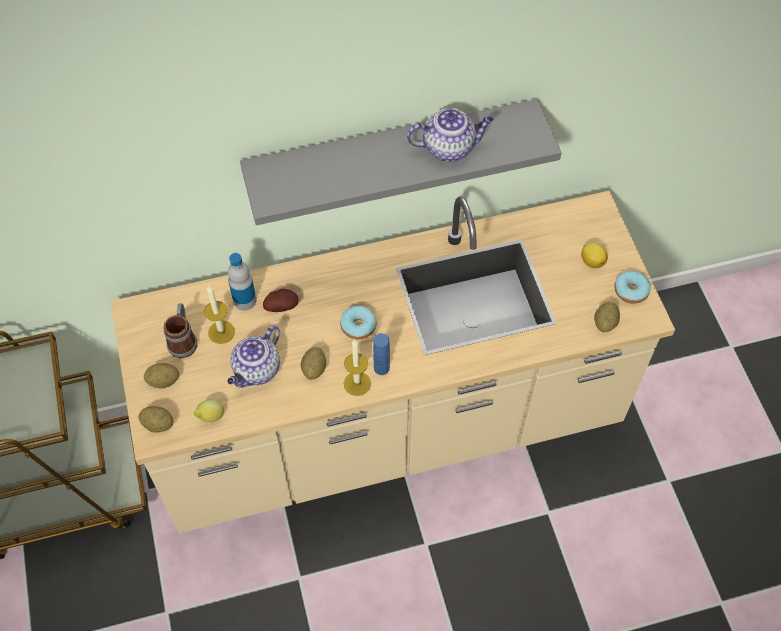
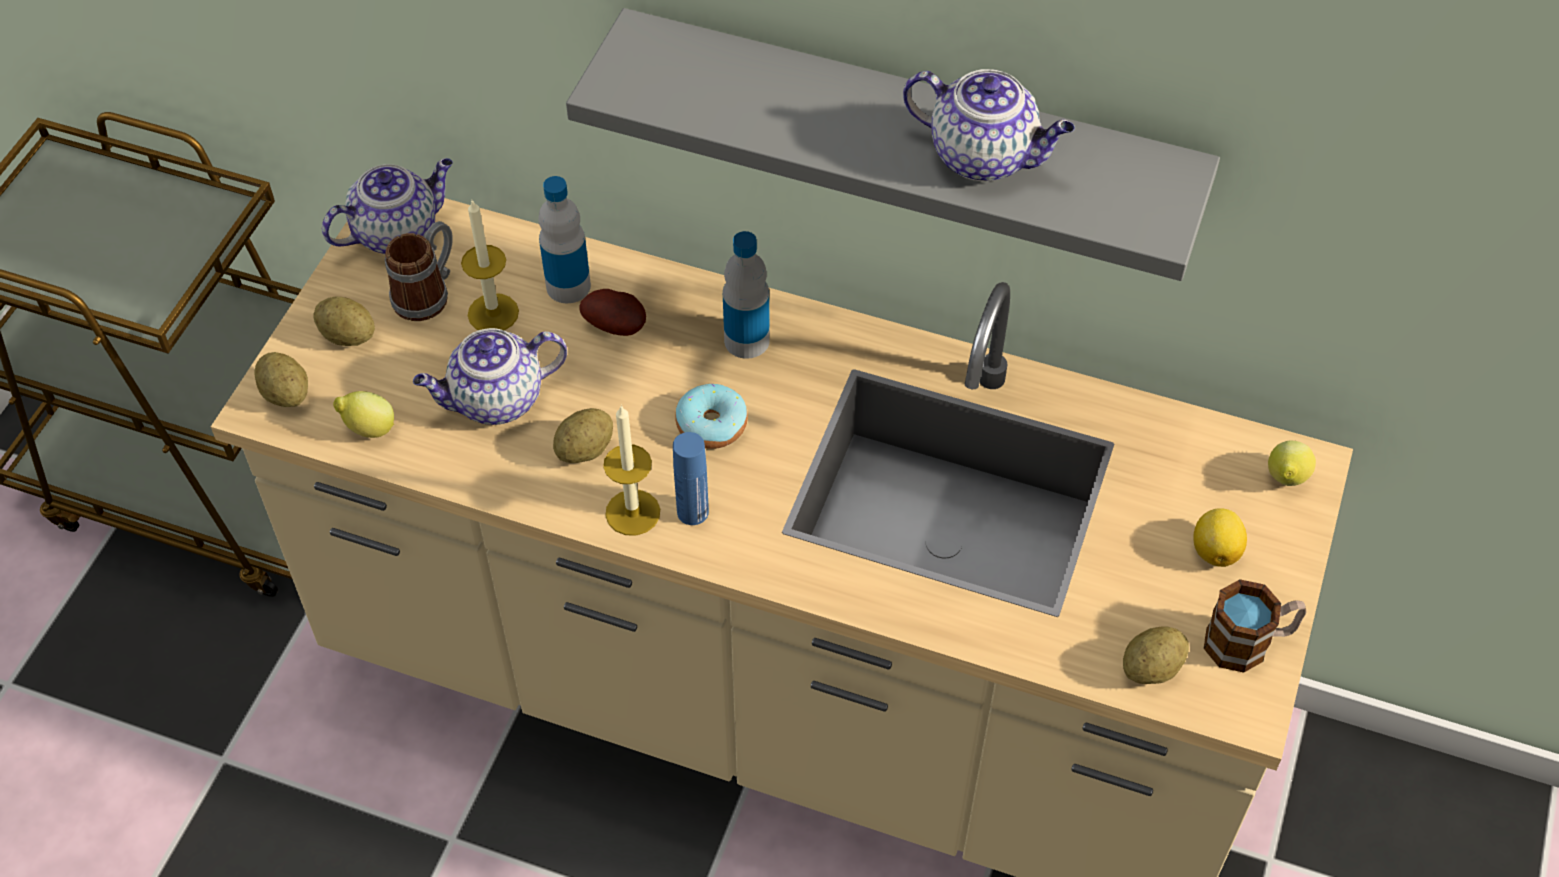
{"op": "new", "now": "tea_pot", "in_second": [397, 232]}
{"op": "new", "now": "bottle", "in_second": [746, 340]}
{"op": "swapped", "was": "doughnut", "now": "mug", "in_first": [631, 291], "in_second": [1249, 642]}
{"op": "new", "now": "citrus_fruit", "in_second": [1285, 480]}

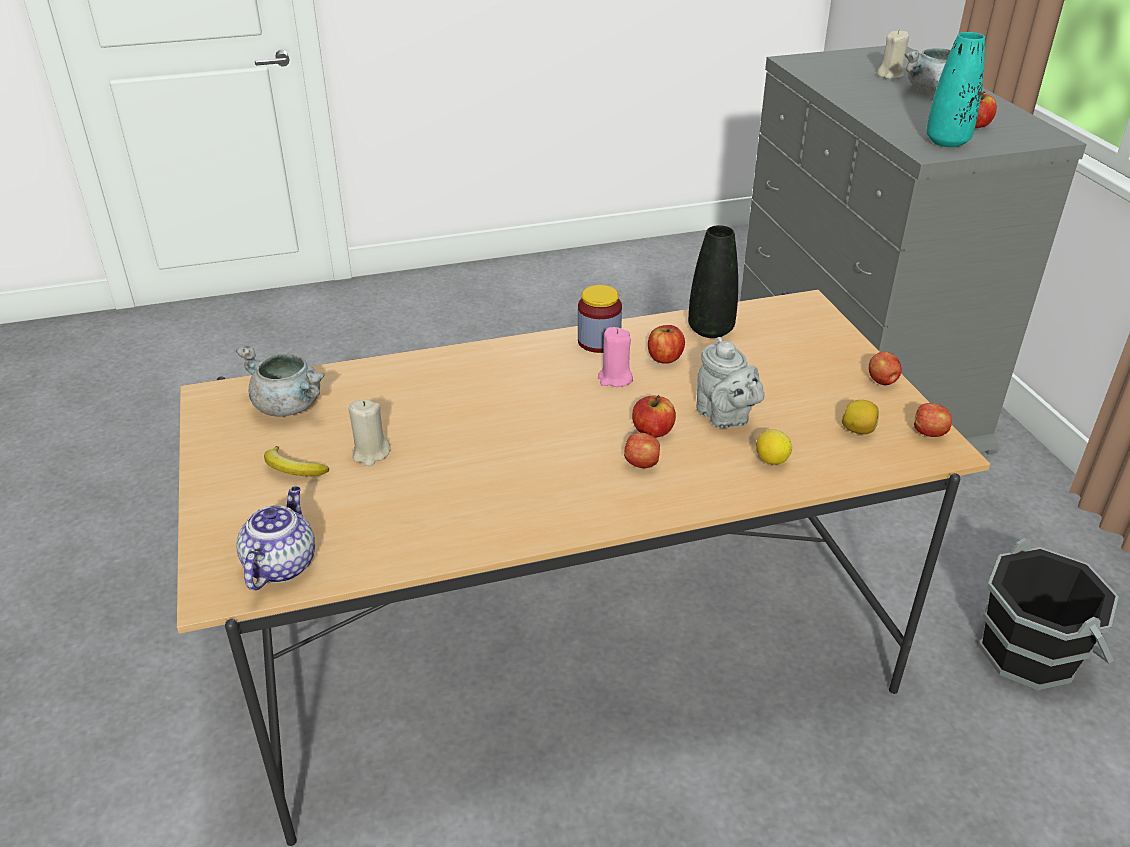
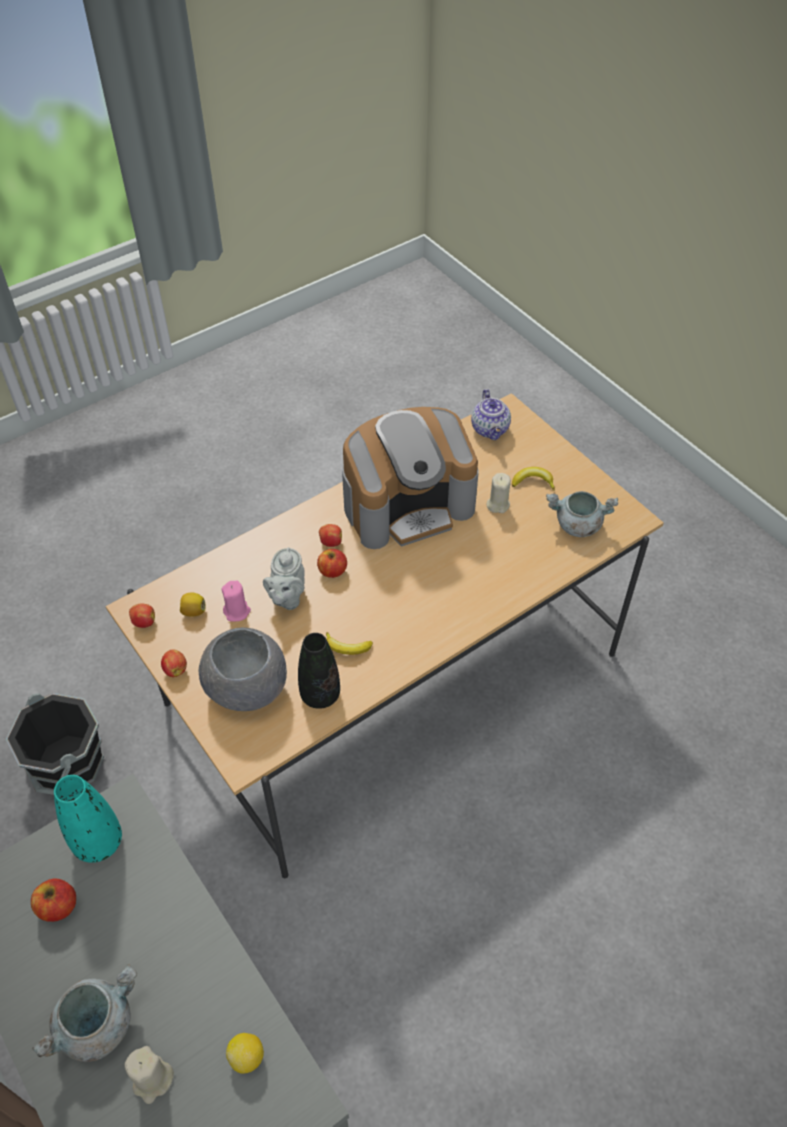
{"op": "new", "now": "gray_bowl", "in_second": [245, 687]}
{"op": "shifted", "was": "pinkish_wax_candle", "in_first": [615, 378], "in_second": [237, 611]}
{"op": "shifted", "was": "citrus_fruit", "in_first": [771, 460], "in_second": [247, 1057]}
{"op": "rotated", "was": "gray_tea_pot", "in_first": [725, 417], "in_second": [287, 597], "clockwise": -120}
{"op": "swapped", "was": "apple", "now": "banana", "in_first": [664, 358], "in_second": [347, 648]}
{"op": "new", "now": "coffee_machine", "in_second": [408, 505]}
{"op": "gone", "was": "preserve_jar", "in_first": [599, 341]}

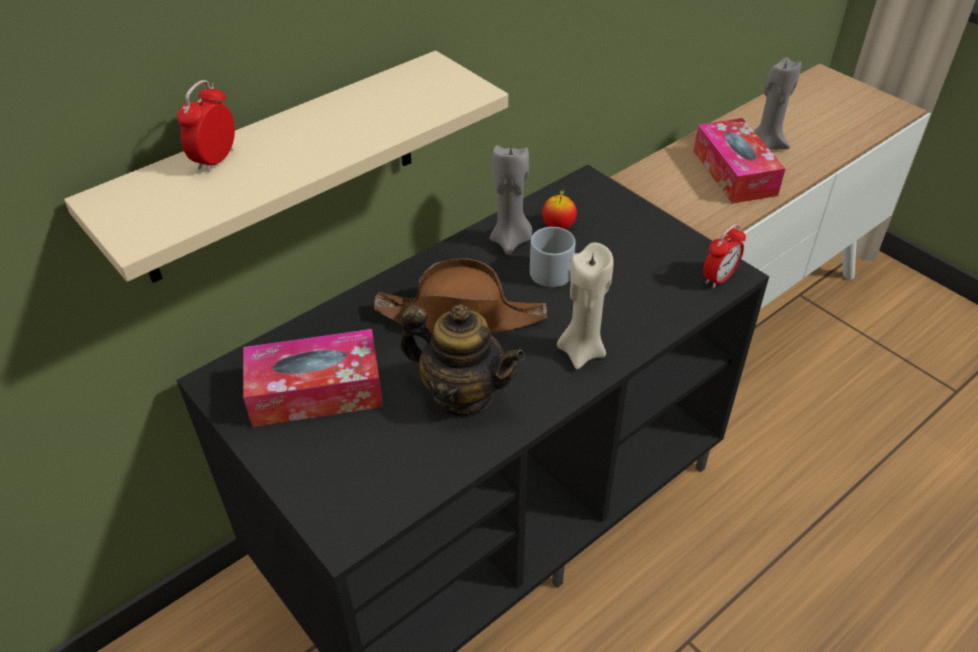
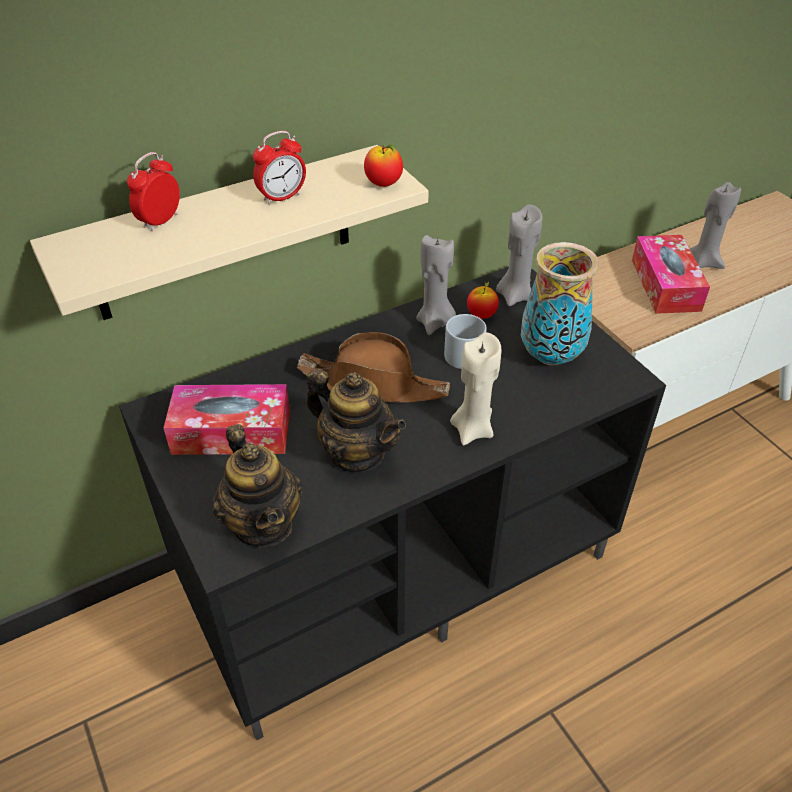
{"op": "new", "now": "tea_pot", "in_second": [263, 524]}
{"op": "shifted", "was": "alarm_clock", "in_first": [719, 278], "in_second": [282, 197]}
{"op": "new", "now": "apple", "in_second": [383, 184]}
{"op": "new", "now": "gray_wax_candle", "in_second": [515, 295]}
{"op": "new", "now": "vase", "in_second": [550, 356]}

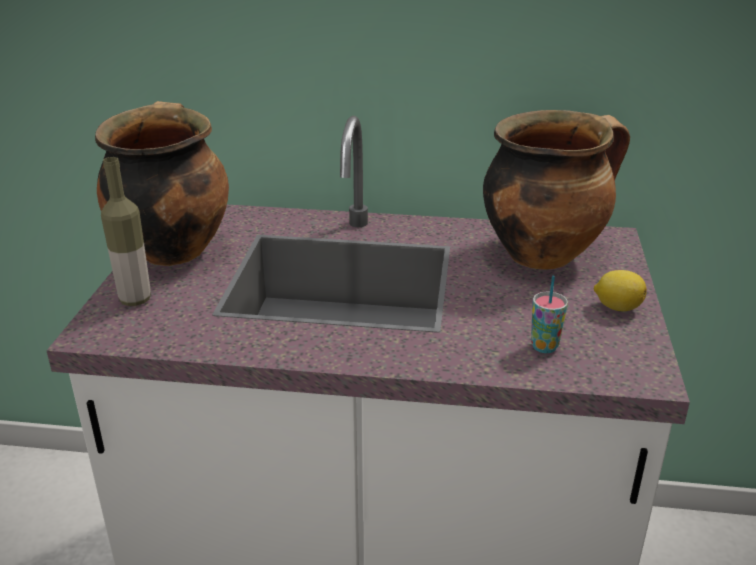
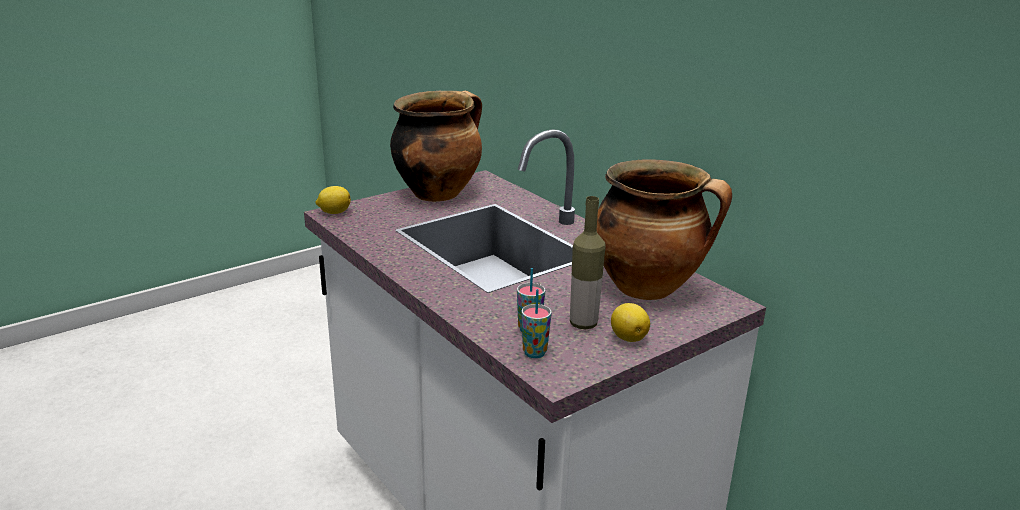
{"op": "new", "now": "citrus_fruit", "in_second": [334, 212]}
{"op": "new", "now": "drinking_cup", "in_second": [534, 353]}
{"op": "shifted", "was": "bottle", "in_first": [135, 299], "in_second": [583, 324]}

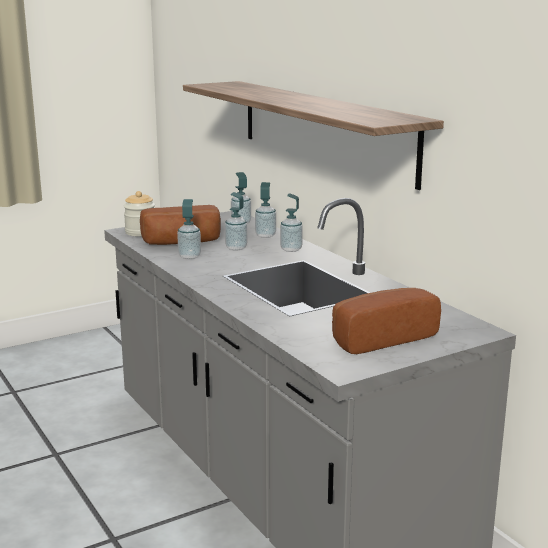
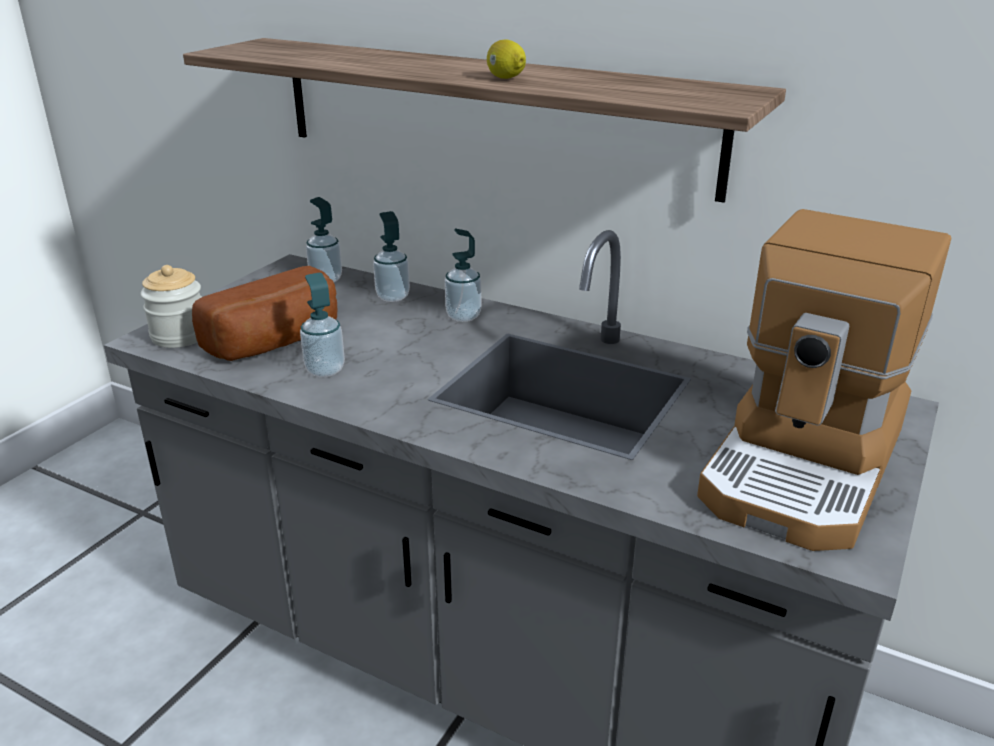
{"op": "new", "now": "citrus_fruit", "in_second": [506, 78]}
{"op": "swapped", "was": "baked_bread", "now": "coffee_machine", "in_first": [379, 338], "in_second": [806, 465]}
{"op": "gone", "was": "liquid_soap_bottle", "in_first": [236, 248]}

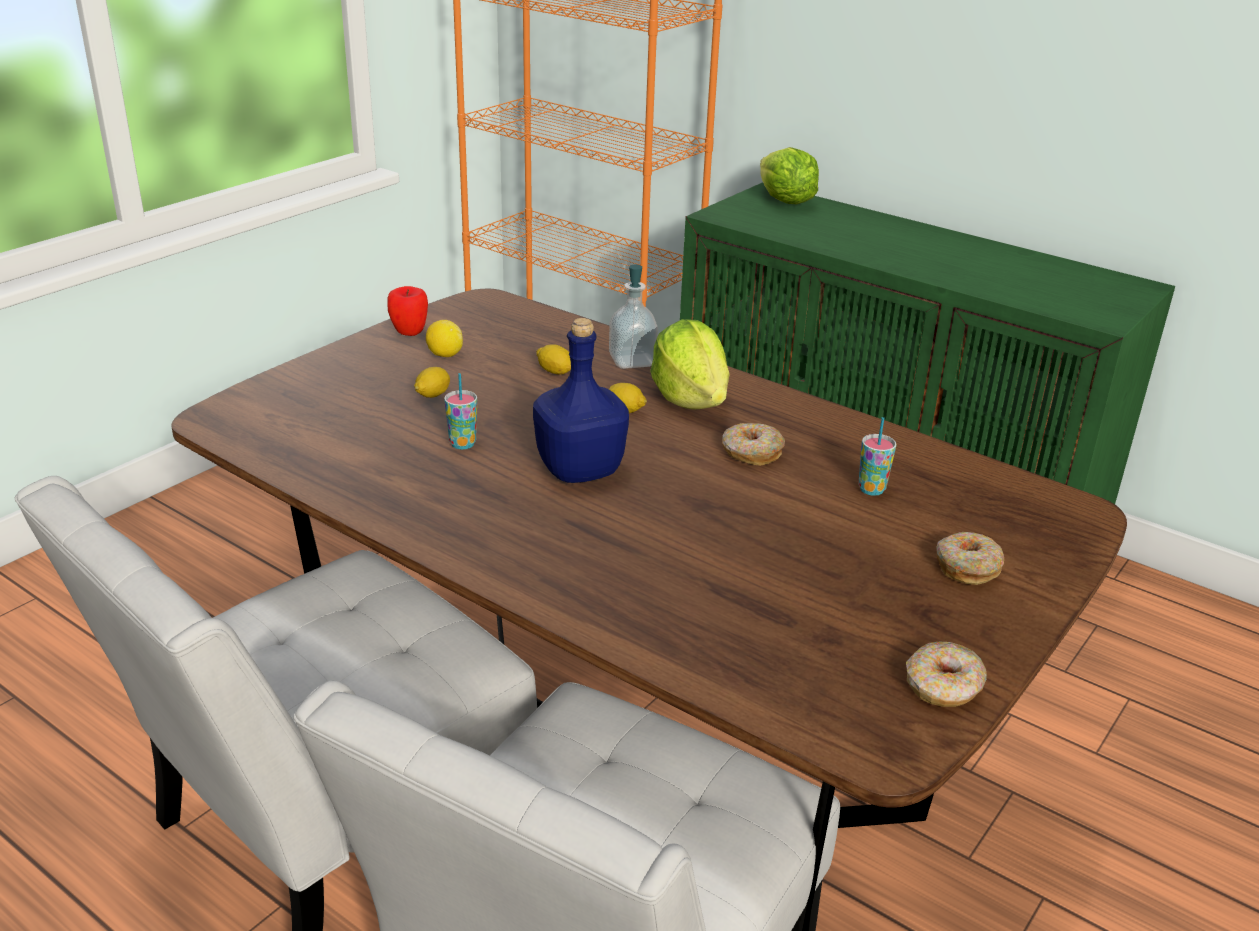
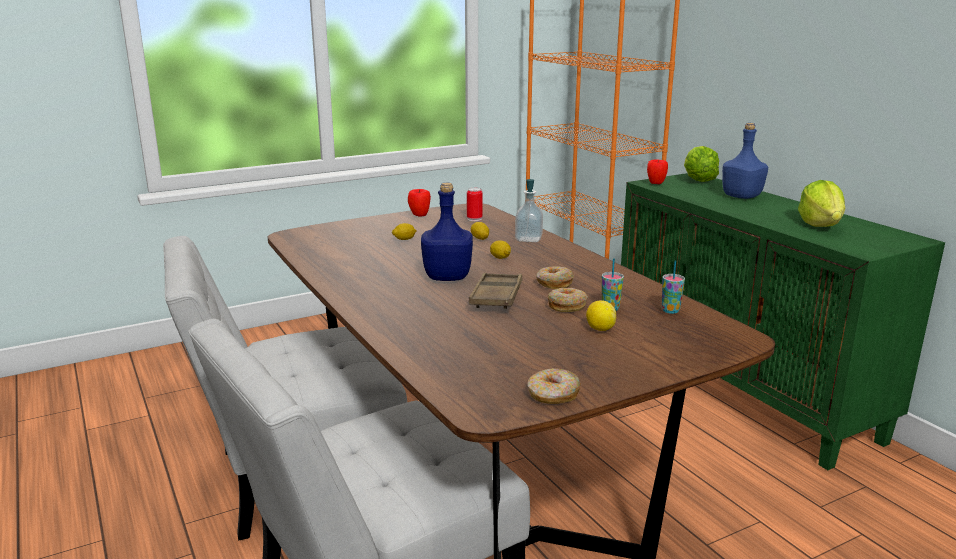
{"op": "new", "now": "sealed_can", "in_second": [474, 219]}
{"op": "new", "now": "brownish_carrying_tray", "in_second": [496, 296]}
{"op": "shifted", "was": "doughnut", "in_first": [967, 567], "in_second": [566, 306]}
{"op": "shifted", "was": "citrus_fruit", "in_first": [444, 355], "in_second": [600, 329]}
{"op": "new", "now": "apple", "in_second": [656, 184]}
{"op": "shifted", "was": "drinking_cup", "in_first": [462, 444], "in_second": [670, 310]}
{"op": "new", "now": "bluish_bottle", "in_second": [742, 196]}
{"op": "shifted", "was": "head_of_lettuce", "in_first": [691, 399], "in_second": [820, 225]}

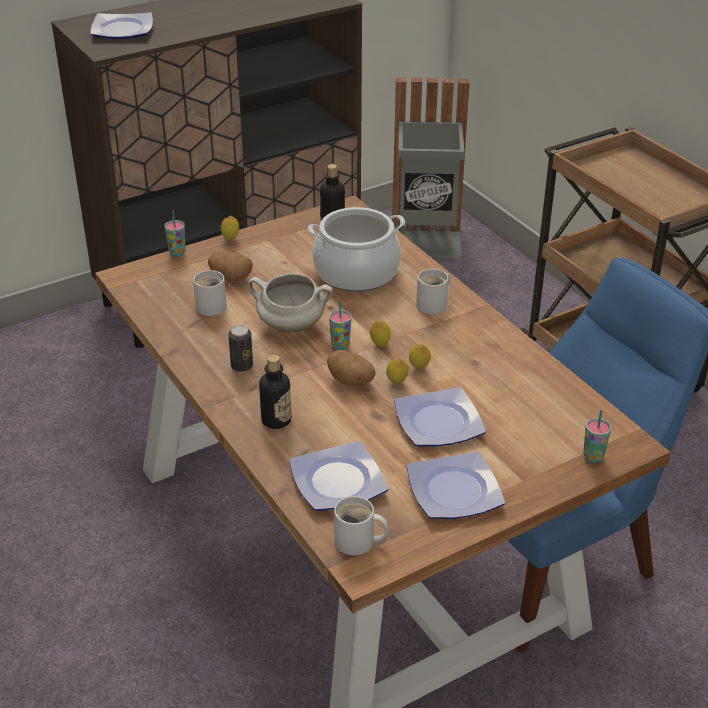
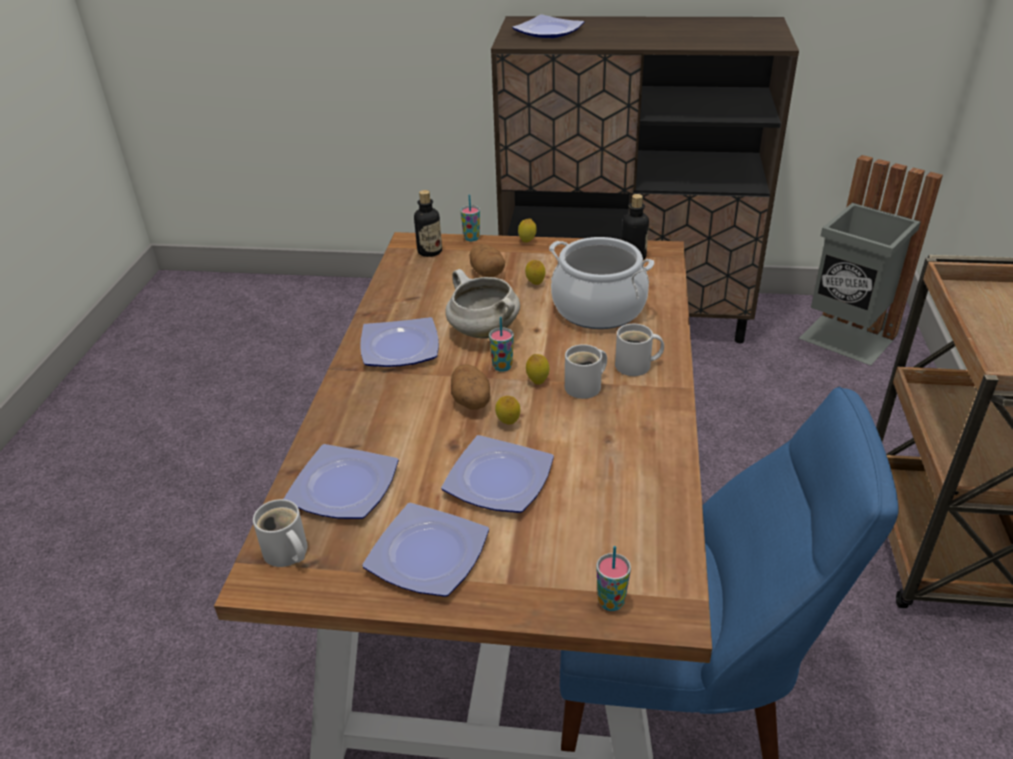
{"op": "swapped", "was": "sealed_can", "now": "flat_dish", "in_first": [242, 366], "in_second": [401, 348]}
{"op": "shifted", "was": "bottle", "in_first": [276, 420], "in_second": [430, 251]}
{"op": "shifted", "was": "citrus_fruit", "in_first": [419, 368], "in_second": [535, 284]}
{"op": "shifted", "was": "white-coloured_mug", "in_first": [213, 305], "in_second": [586, 386]}

